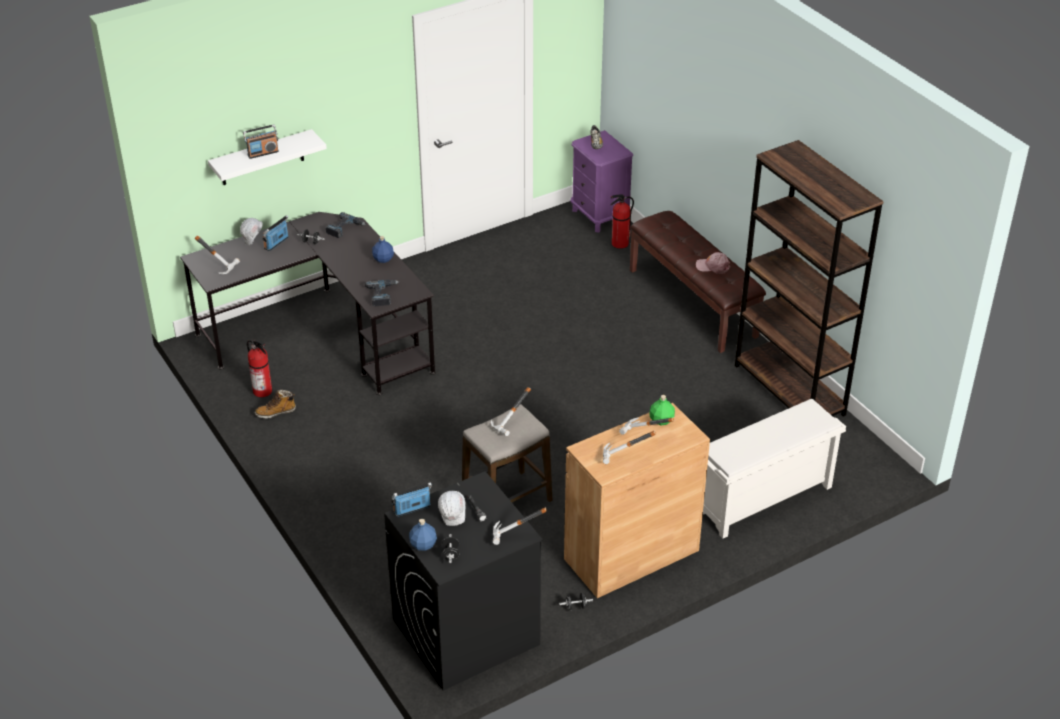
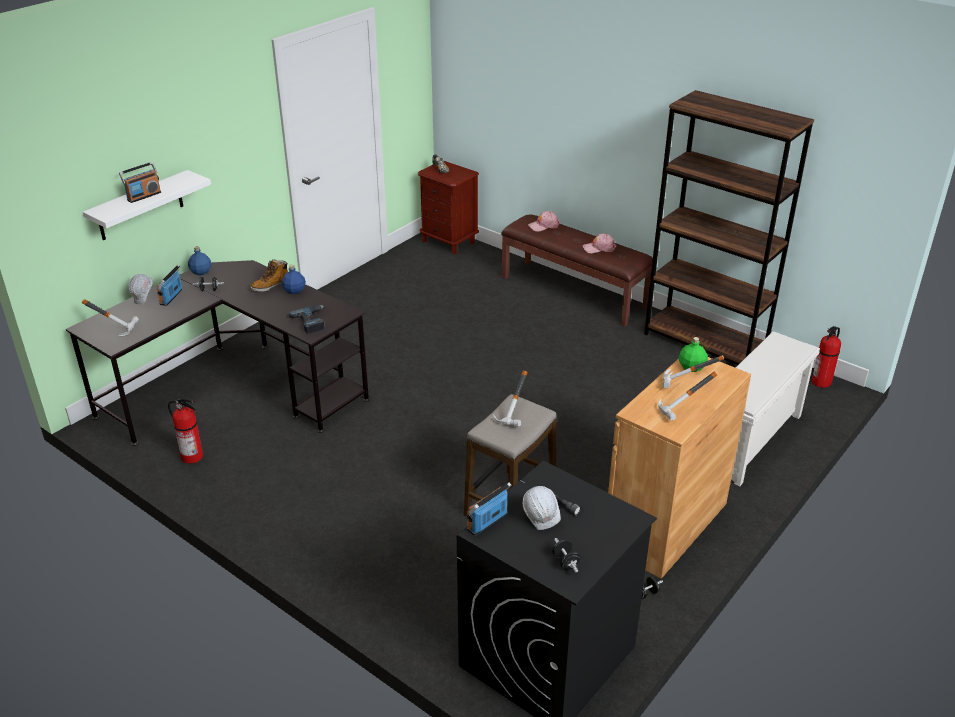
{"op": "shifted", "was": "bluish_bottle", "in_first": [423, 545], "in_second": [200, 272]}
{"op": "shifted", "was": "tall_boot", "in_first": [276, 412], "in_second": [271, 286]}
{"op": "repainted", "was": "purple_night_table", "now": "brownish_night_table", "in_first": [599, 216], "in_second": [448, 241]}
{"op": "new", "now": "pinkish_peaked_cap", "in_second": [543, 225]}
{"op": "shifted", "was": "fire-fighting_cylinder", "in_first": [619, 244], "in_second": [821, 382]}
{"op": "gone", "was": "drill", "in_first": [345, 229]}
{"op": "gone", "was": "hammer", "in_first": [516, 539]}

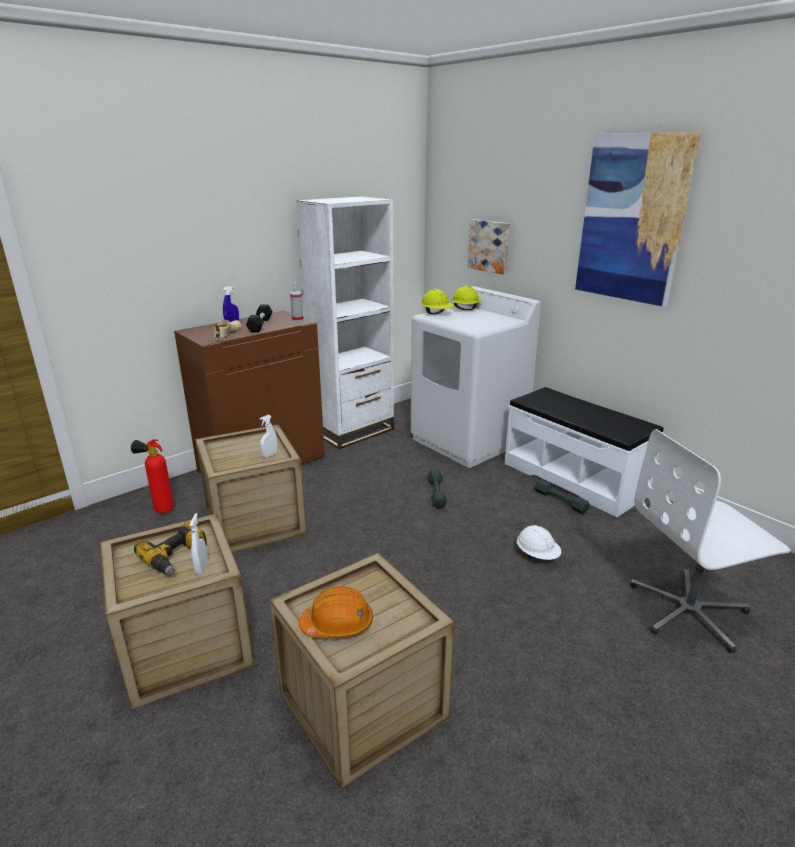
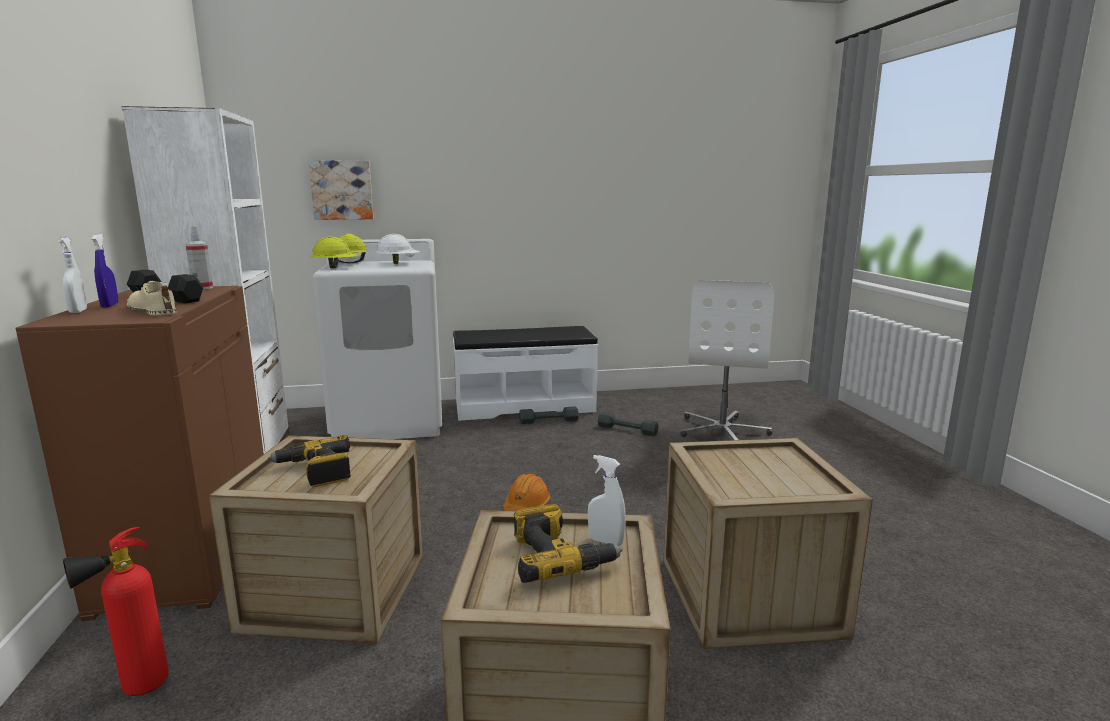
{"op": "shifted", "was": "white-coloured_spray_bottle", "in_first": [269, 455], "in_second": [78, 311]}
{"op": "new", "now": "drill", "in_second": [316, 471]}
{"op": "shifted", "was": "white-coloured_safety_helmet", "in_first": [537, 555], "in_second": [398, 263]}
{"op": "shifted", "was": "orange-coloured_safety_helmet", "in_first": [337, 624], "in_second": [526, 506]}
{"op": "shifted", "was": "gray_free_weight", "in_first": [437, 493], "in_second": [627, 430]}
{"op": "gone", "was": "wall_art", "in_first": [632, 219]}

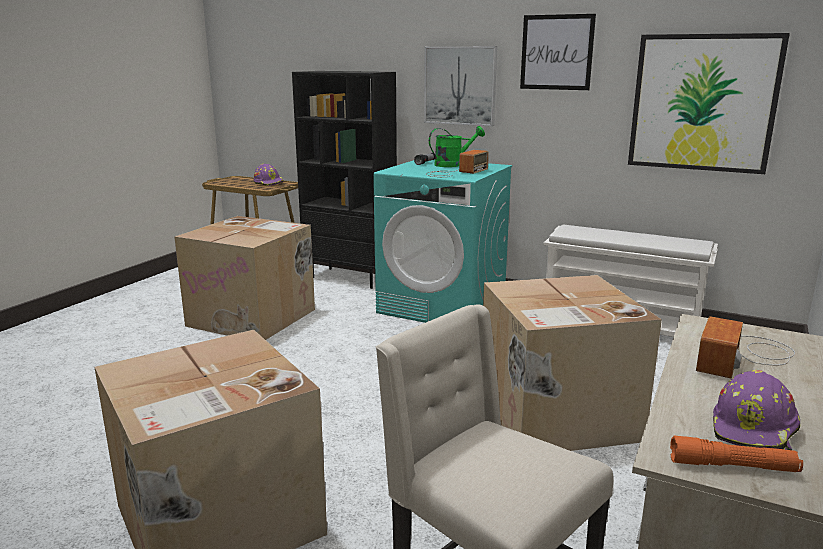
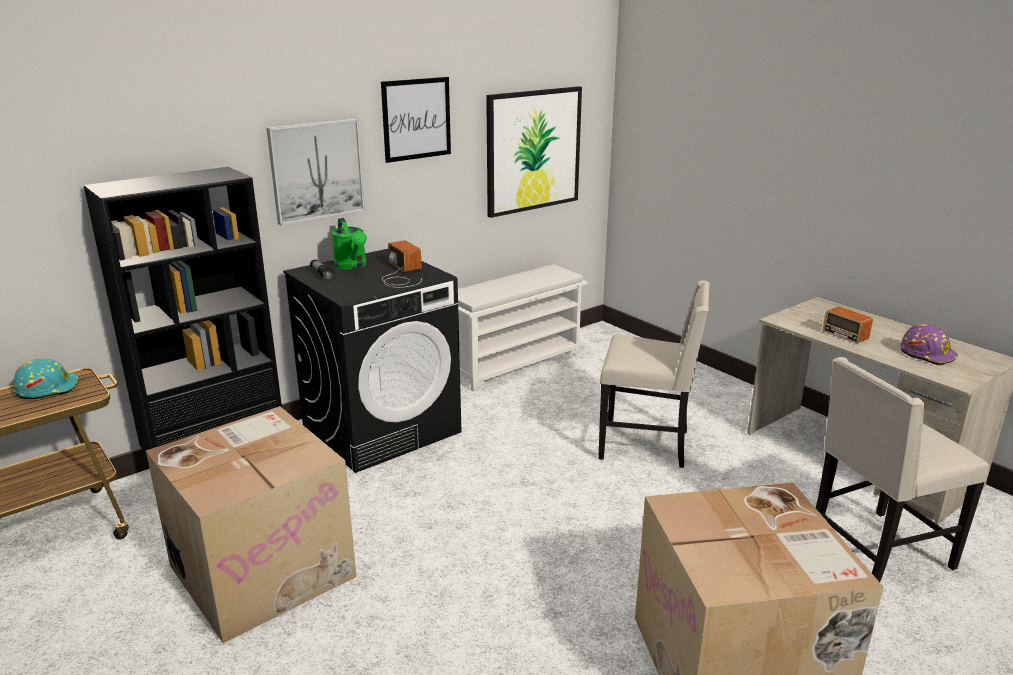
{"op": "repainted", "was": "purple_safety_helmet", "now": "turquoise_safety_helmet", "in_first": [269, 183], "in_second": [48, 388]}
{"op": "repainted", "was": "turquoise_laundry_machine", "now": "blackish_laundry_machine", "in_first": [443, 306], "in_second": [382, 428]}
{"op": "rotated", "was": "green_watering_can", "in_first": [453, 164], "in_second": [352, 266], "clockwise": 150}
{"op": "swapped", "was": "packing_box", "now": "beige_plain_chair", "in_first": [555, 416], "in_second": [646, 444]}
{"op": "gone", "was": "orange-coloured_torch", "in_first": [732, 466]}

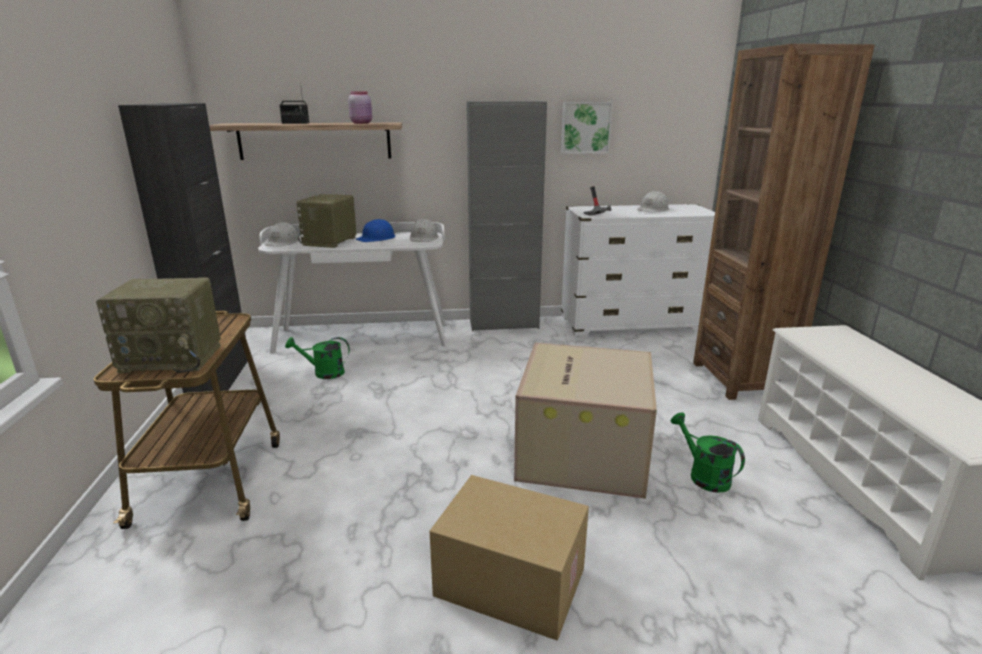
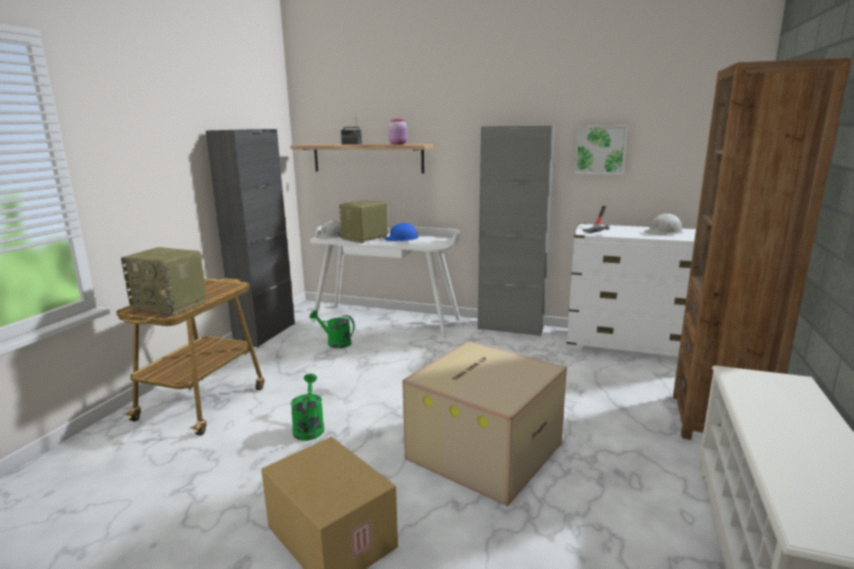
{"op": "shifted", "was": "green_watering_can", "in_first": [703, 475], "in_second": [309, 427]}
{"op": "gone", "was": "white-coloured_safety_helmet", "in_first": [424, 238]}

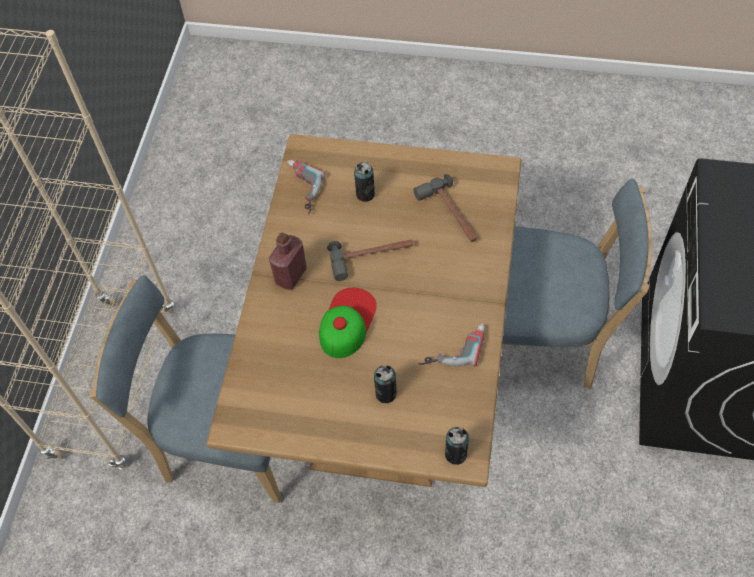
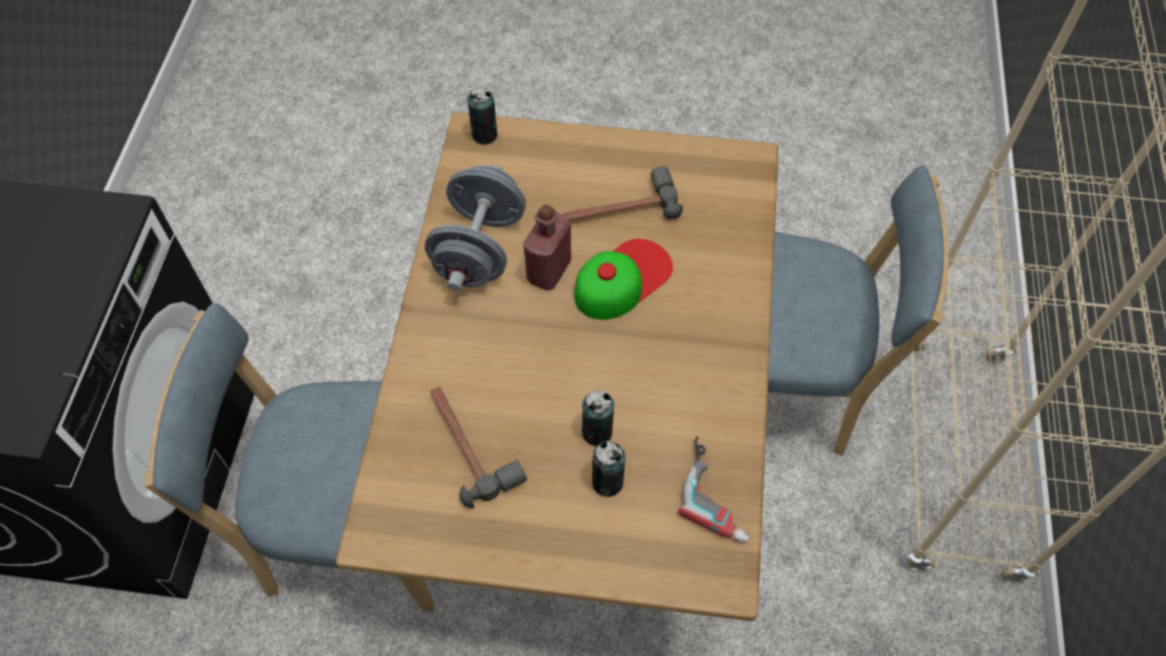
{"op": "swapped", "was": "drill", "now": "gray_free_weight", "in_first": [453, 346], "in_second": [479, 249]}
{"op": "shifted", "was": "red-coloured_bottle", "in_first": [290, 275], "in_second": [549, 271]}
{"op": "shifted", "was": "hammer", "in_first": [372, 257], "in_second": [620, 209]}
{"op": "rotated", "was": "peaked_cap", "in_first": [347, 322], "in_second": [622, 279], "clockwise": -150}
{"op": "shifted", "was": "sealed_can", "in_first": [386, 394], "in_second": [597, 432]}

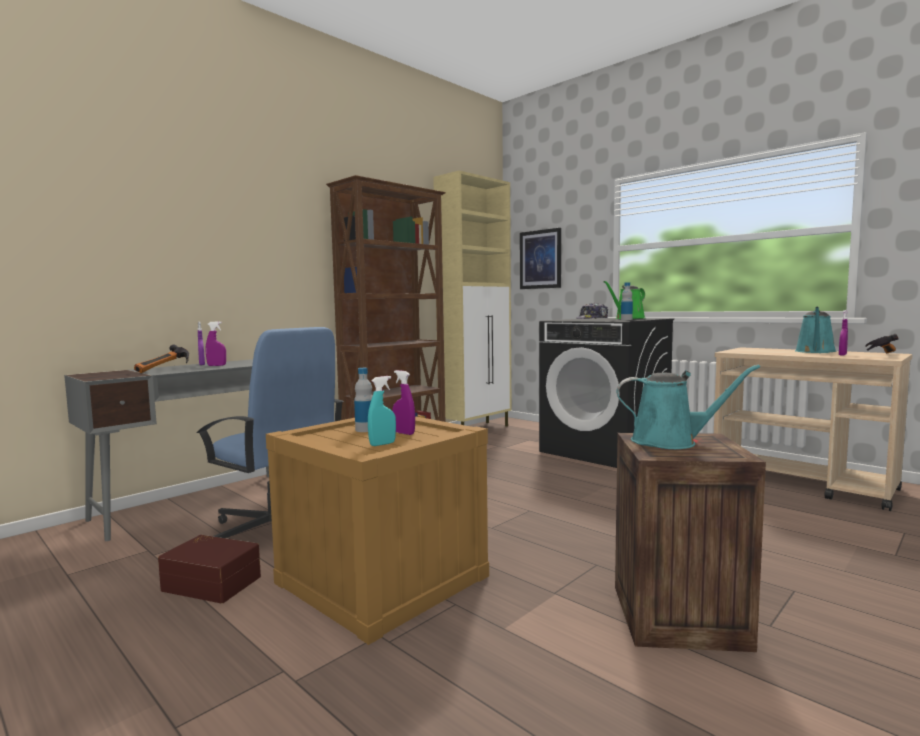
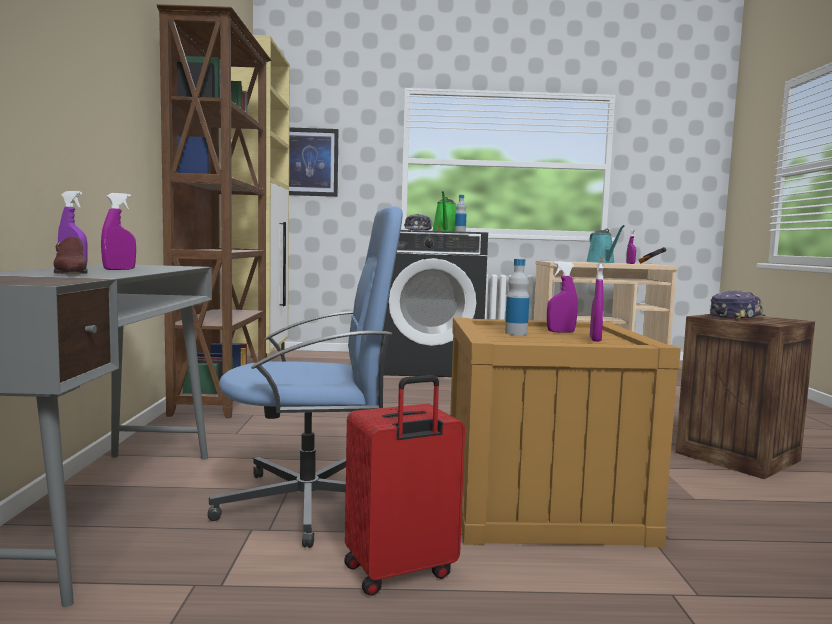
{"op": "swapped", "was": "hammer", "now": "brownish_shoe", "in_first": [165, 370], "in_second": [70, 273]}
{"op": "swapped", "was": "brownish_storage_box", "now": "red-coloured_travel_case", "in_first": [213, 582], "in_second": [400, 572]}
{"op": "repainted", "was": "turquoise_spray_bottle", "now": "purple_spray_bottle", "in_first": [382, 444], "in_second": [595, 339]}
{"op": "swapped", "was": "turquoise_watering_can", "now": "peaked_cap", "in_first": [670, 442], "in_second": [736, 317]}

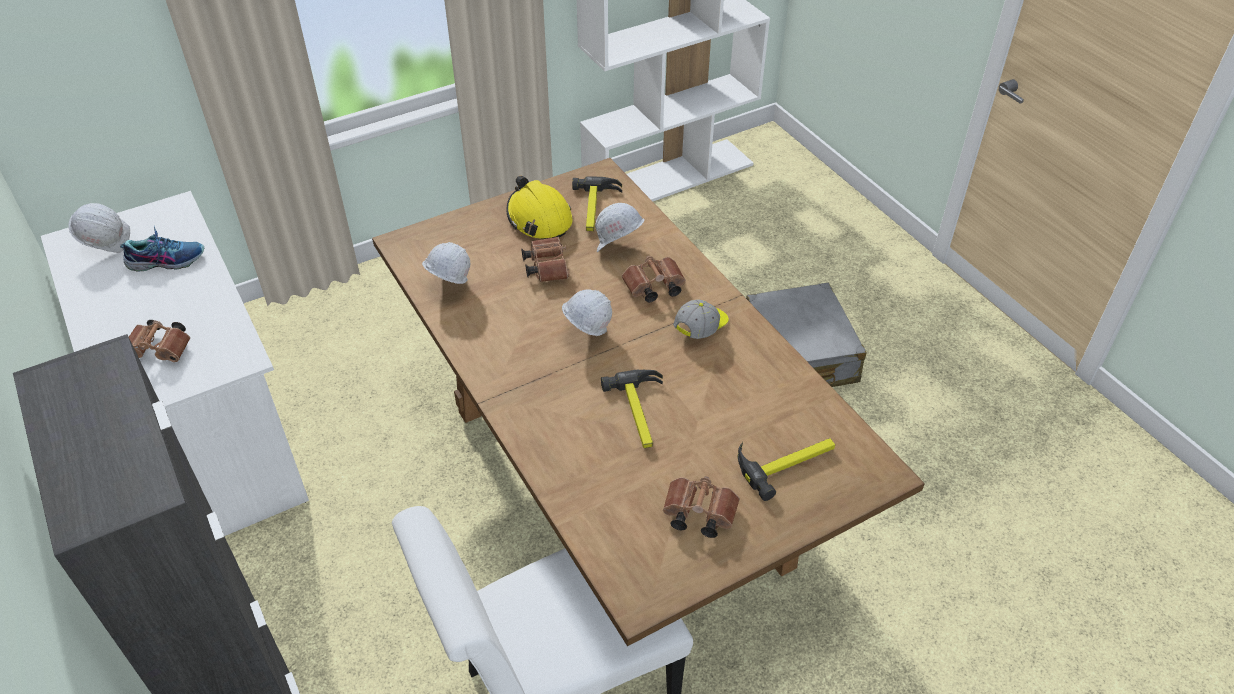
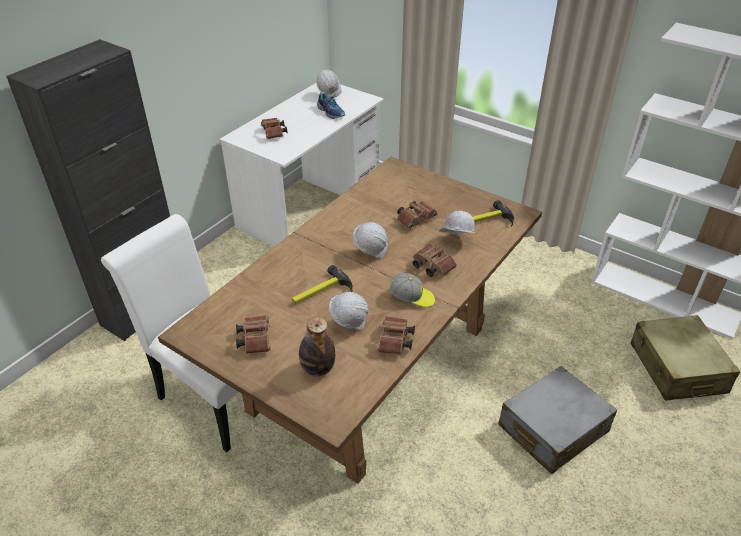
{"op": "swapped", "was": "hammer", "now": "bottle", "in_first": [786, 462], "in_second": [318, 369]}
{"op": "shifted", "was": "white-coloured_safety_helmet", "in_first": [449, 287], "in_second": [349, 324]}
{"op": "new", "now": "brownish_pair_of_binoculars", "in_second": [395, 342]}
{"op": "new", "now": "beige_travel_case", "in_second": [677, 368]}
{"op": "gone", "was": "yellow-coloured_safety_helmet", "in_first": [539, 218]}

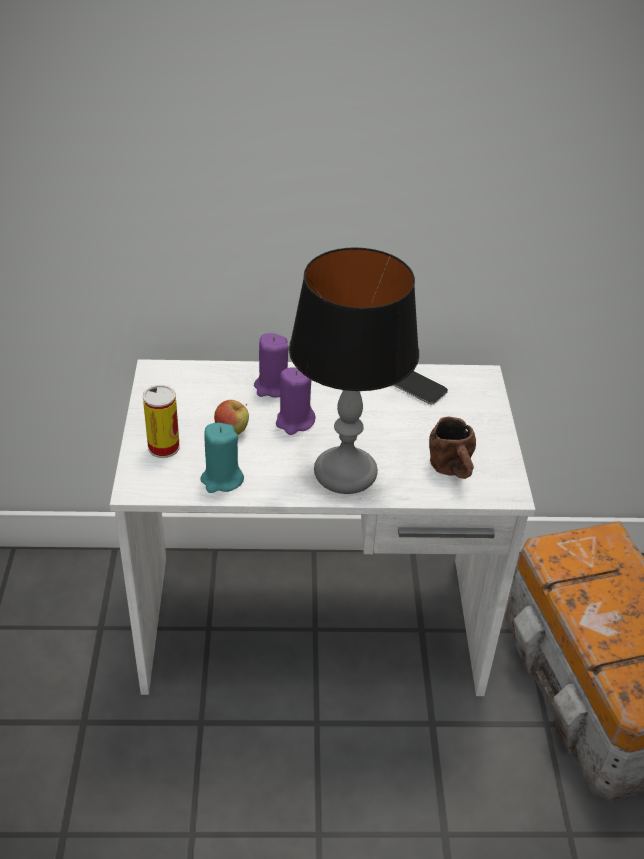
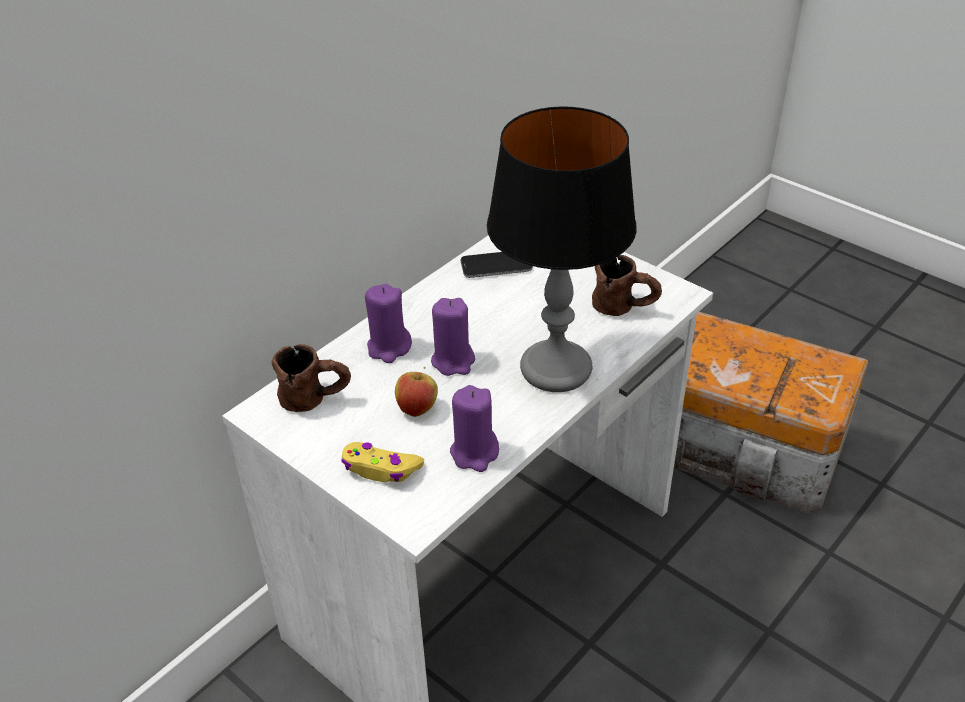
{"op": "new", "now": "brownish_mug", "in_second": [316, 398]}
{"op": "swapped", "was": "sealed_can", "now": "yellow-coloured_joypad", "in_first": [163, 447], "in_second": [381, 468]}
{"op": "repainted", "was": "turquoise_wax_candle", "now": "purple_wax_candle", "in_first": [222, 479], "in_second": [474, 453]}

